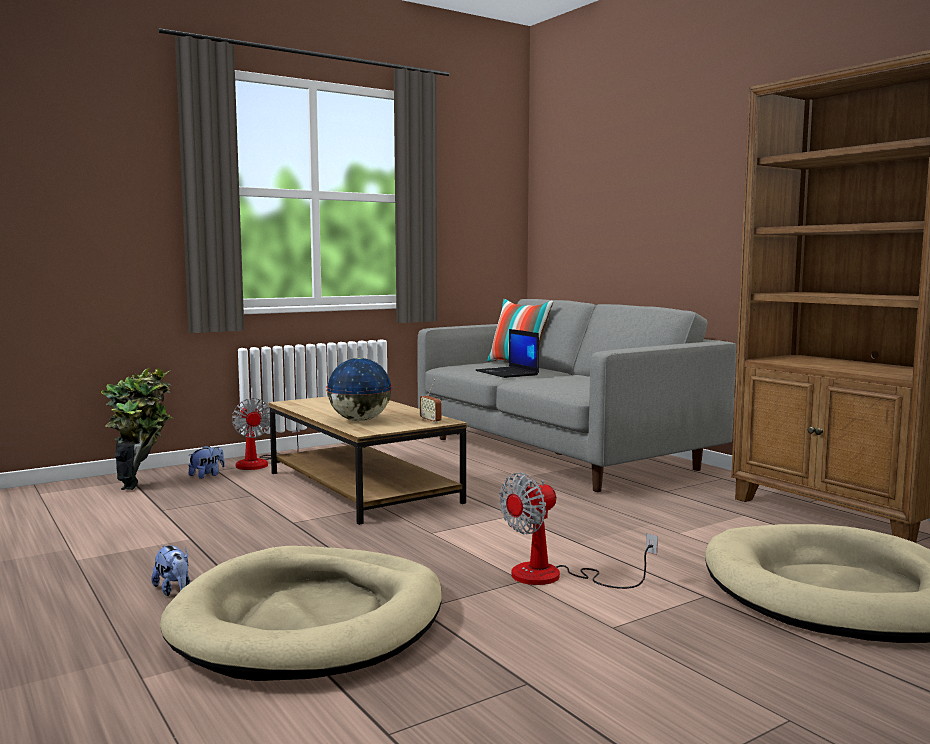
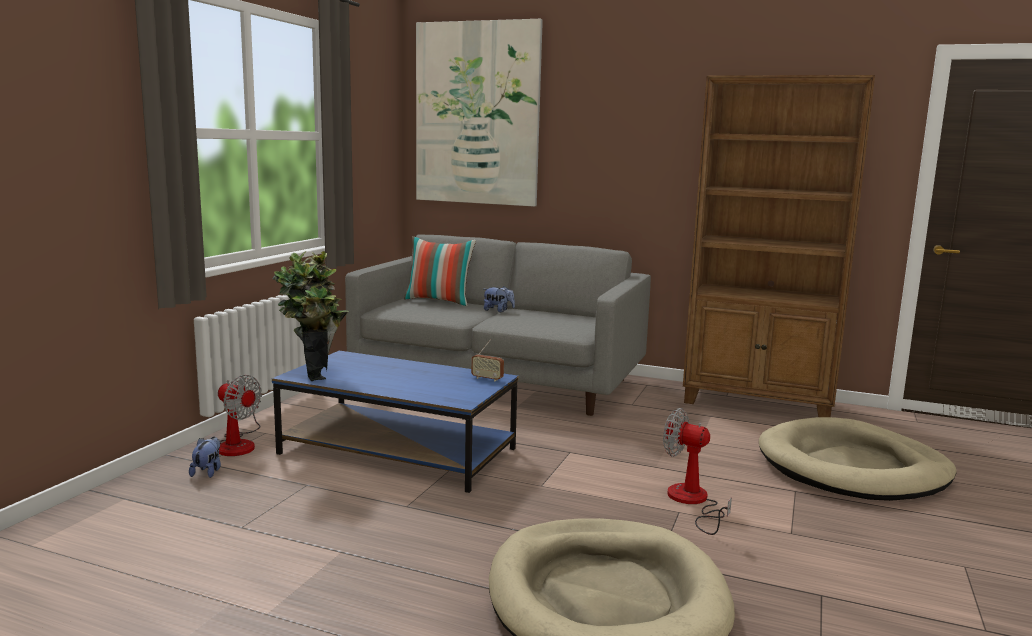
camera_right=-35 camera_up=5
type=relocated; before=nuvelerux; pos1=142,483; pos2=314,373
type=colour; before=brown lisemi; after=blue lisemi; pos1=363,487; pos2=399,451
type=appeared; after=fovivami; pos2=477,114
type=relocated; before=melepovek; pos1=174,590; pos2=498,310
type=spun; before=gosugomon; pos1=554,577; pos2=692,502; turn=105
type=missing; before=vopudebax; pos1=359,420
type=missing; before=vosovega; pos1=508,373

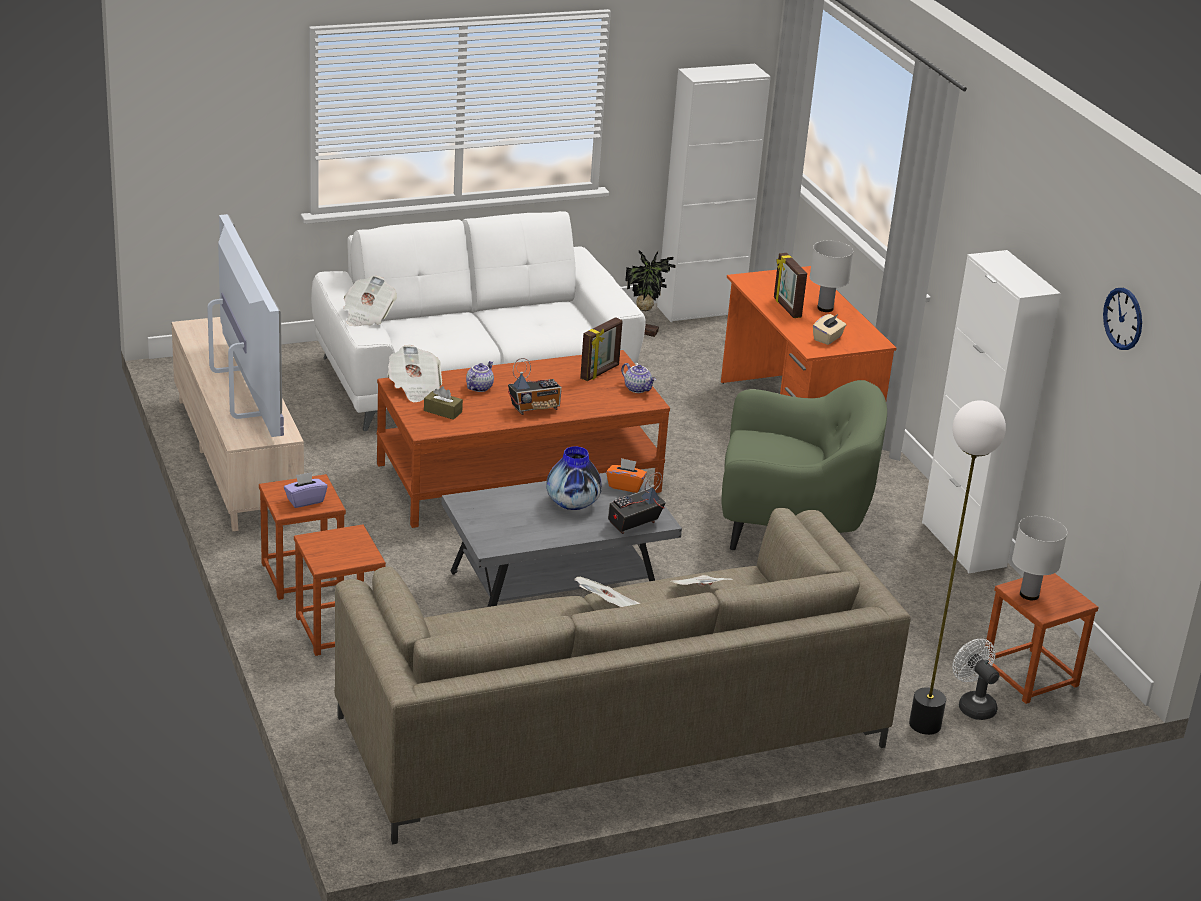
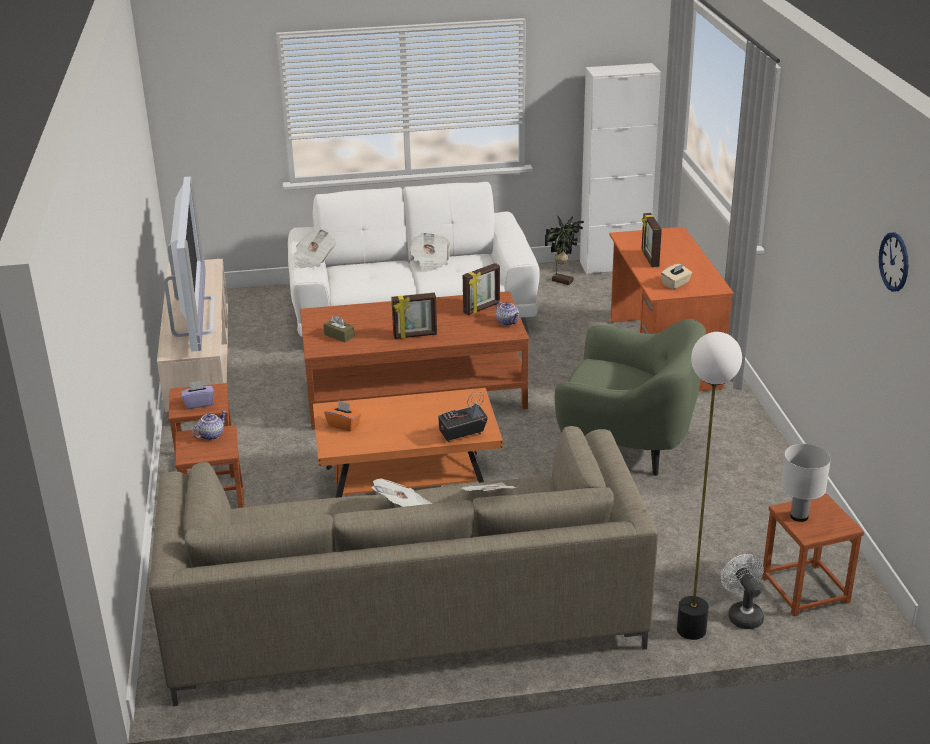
camera_right=15 camera_up=0
type=relocated; before=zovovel; pos1=479,387; pos2=211,435
type=colour; before=grey lisemi; after=orange lisemi; pos1=555,587; pos2=407,485
type=relocated; before=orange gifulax; pos1=625,486; pos2=344,425
type=exchanged; before=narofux; after=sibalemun; pos1=535,408; pos2=415,336
type=relocated; before=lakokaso; pos1=415,388; pos2=430,262
type=missing; before=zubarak; pos1=572,503
type=missing; before=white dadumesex; pos1=825,308
type=missing; before=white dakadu; pos1=963,544

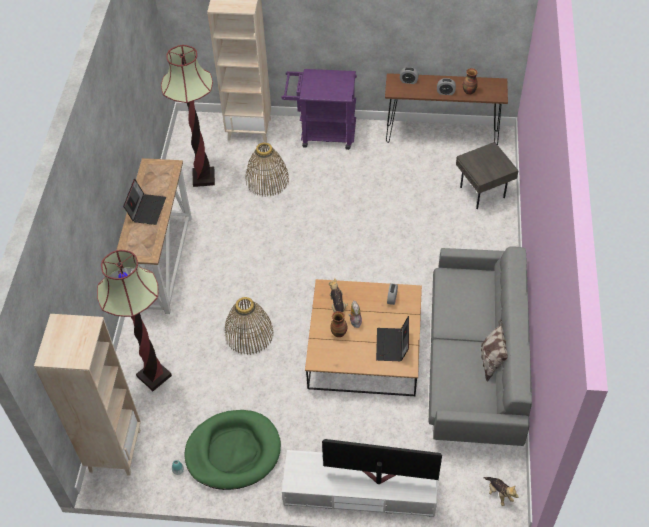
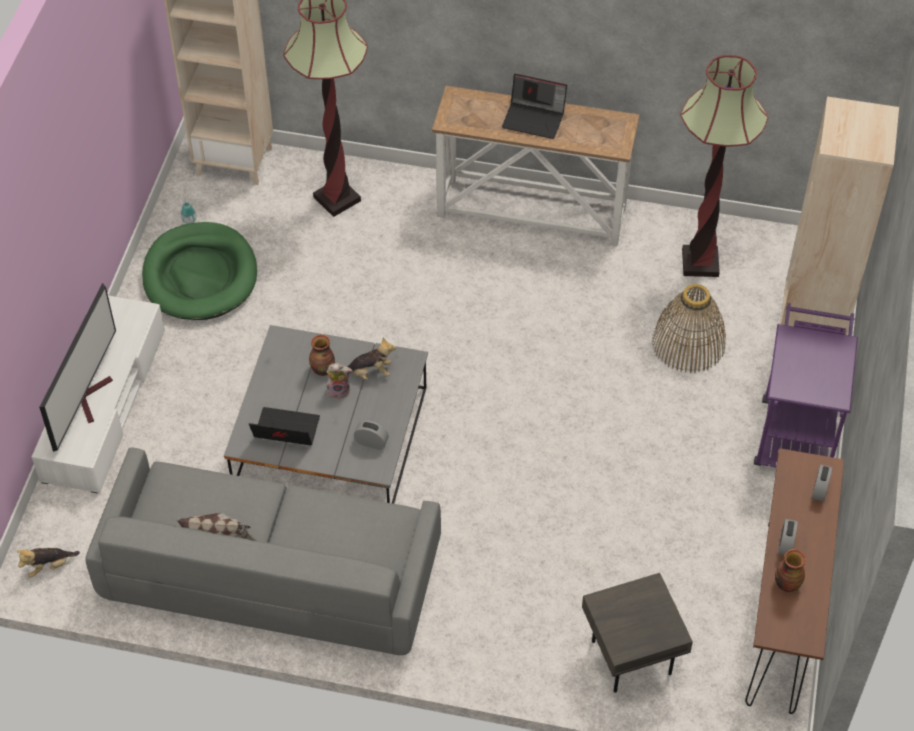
camera_right=95 camera_up=0
type=colour; before=brown lisemi; after=grey lisemi; pos1=364,347; pos2=331,437
type=missing; before=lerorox; pos1=249,334

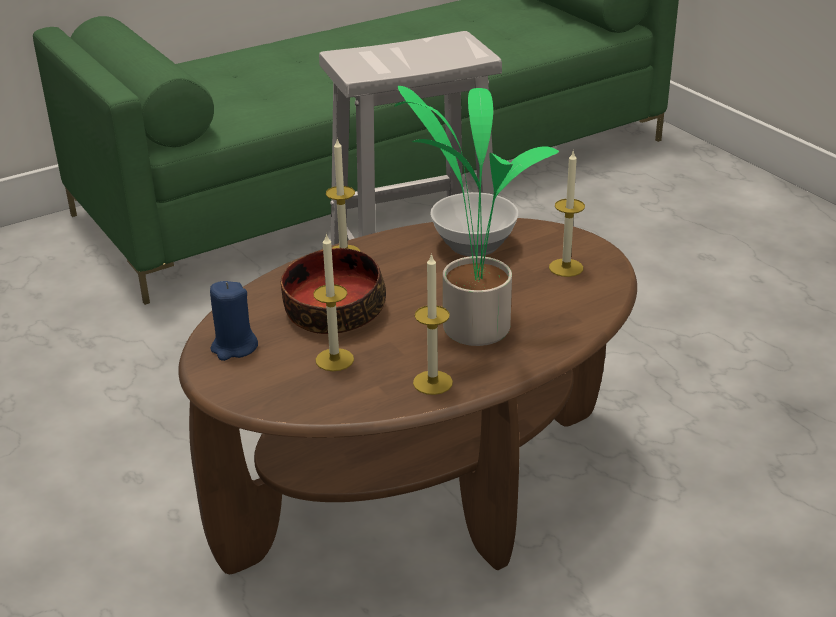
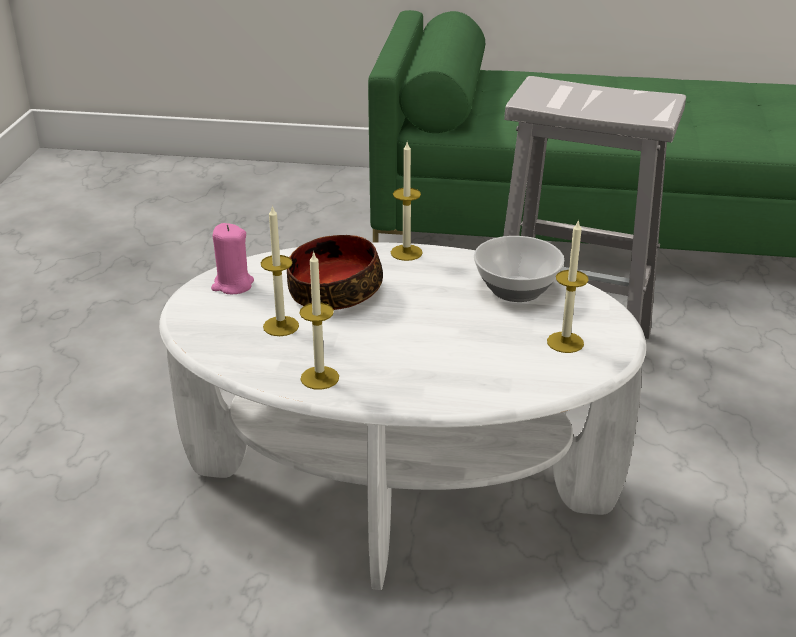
camera_right=40 camera_up=0
type=colour; before=brown lisemi; after=white lisemi; pos1=421,487; pos2=398,492
type=colour; before=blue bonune; after=pink bonune; pos1=234,347; pos2=232,285
type=missing; before=nuvelerux; pos1=472,327

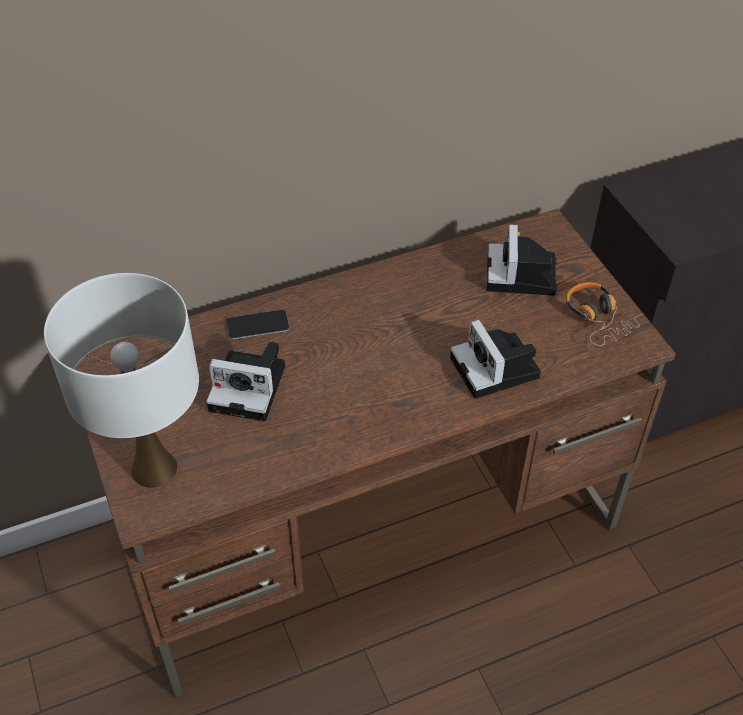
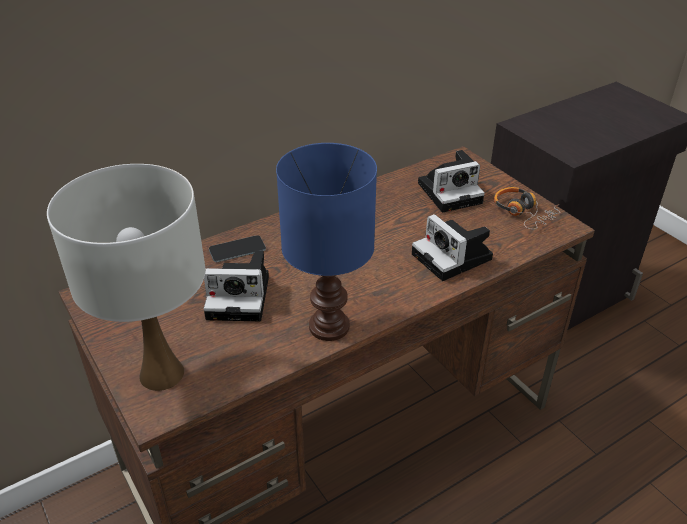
camera_right=-10 camera_up=-10
type=appeared; after=blue dadumesex; pos2=331,326
type=spun; before=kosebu; pos1=521,277; pos2=451,192; turn=-105

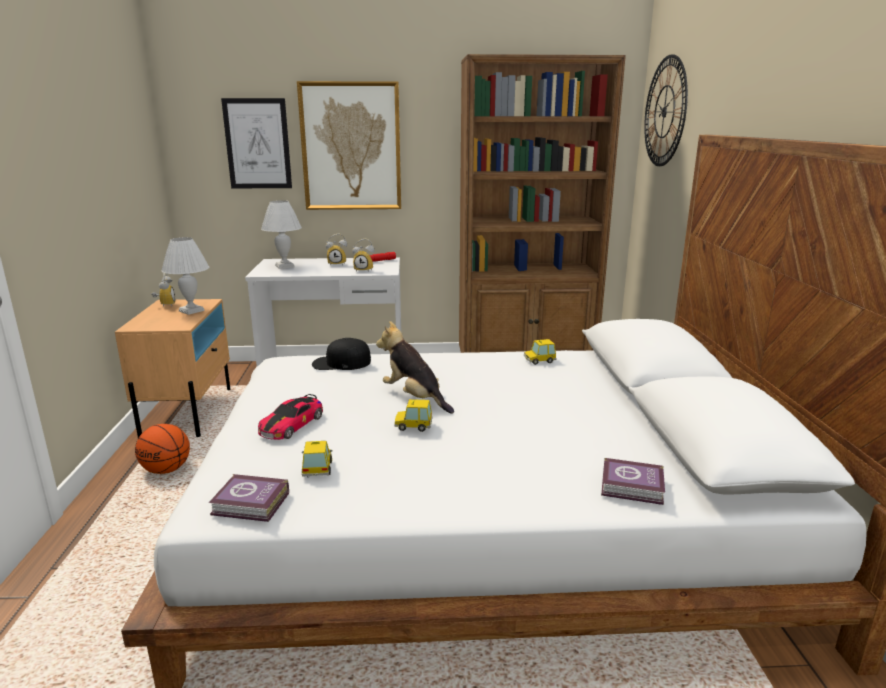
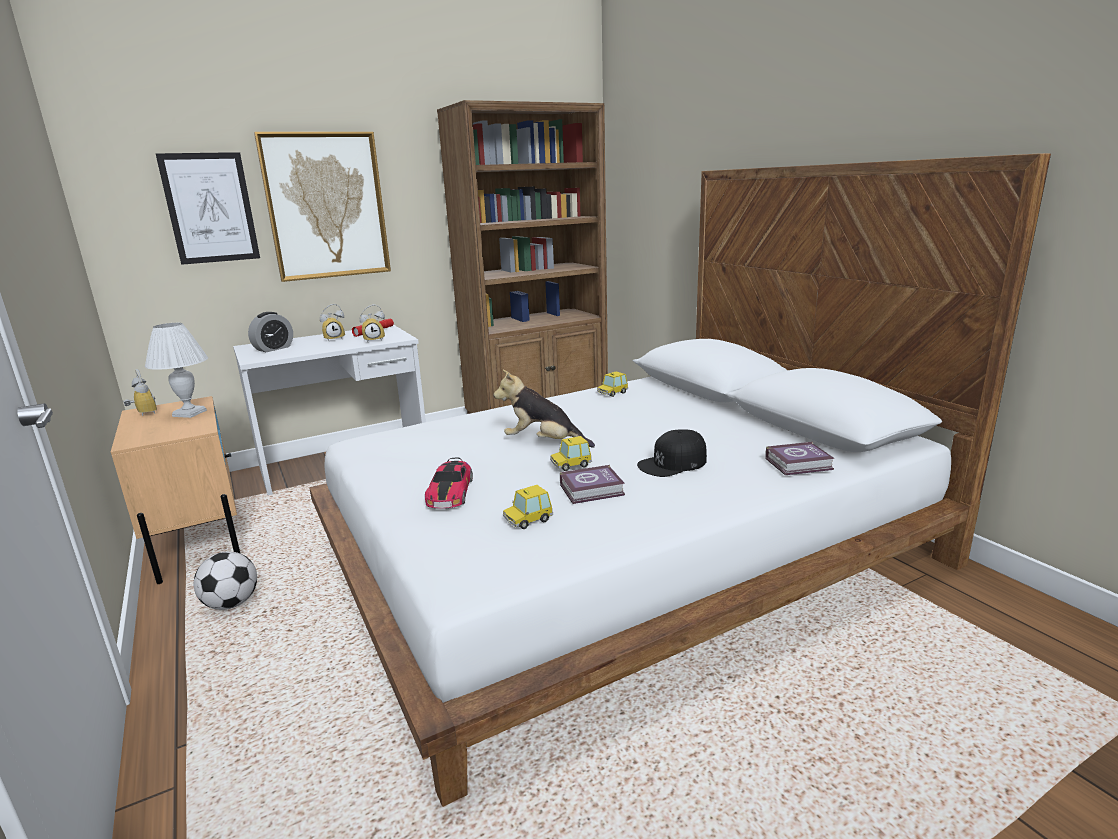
camera_right=-25 camera_up=0
type=exchanged; before=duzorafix; after=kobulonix; pos1=167,470; pos2=232,604
type=exchanged; before=white dadumesex; after=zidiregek; pos1=285,266; pos2=274,348
type=spun; before=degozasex; pos1=317,468; pos2=528,520; turn=-90
type=relocated; before=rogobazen; pos1=252,504; pos2=593,490
type=relocated; before=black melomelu; pos1=341,363; pos2=673,463
type=missing; before=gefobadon; pos1=664,112

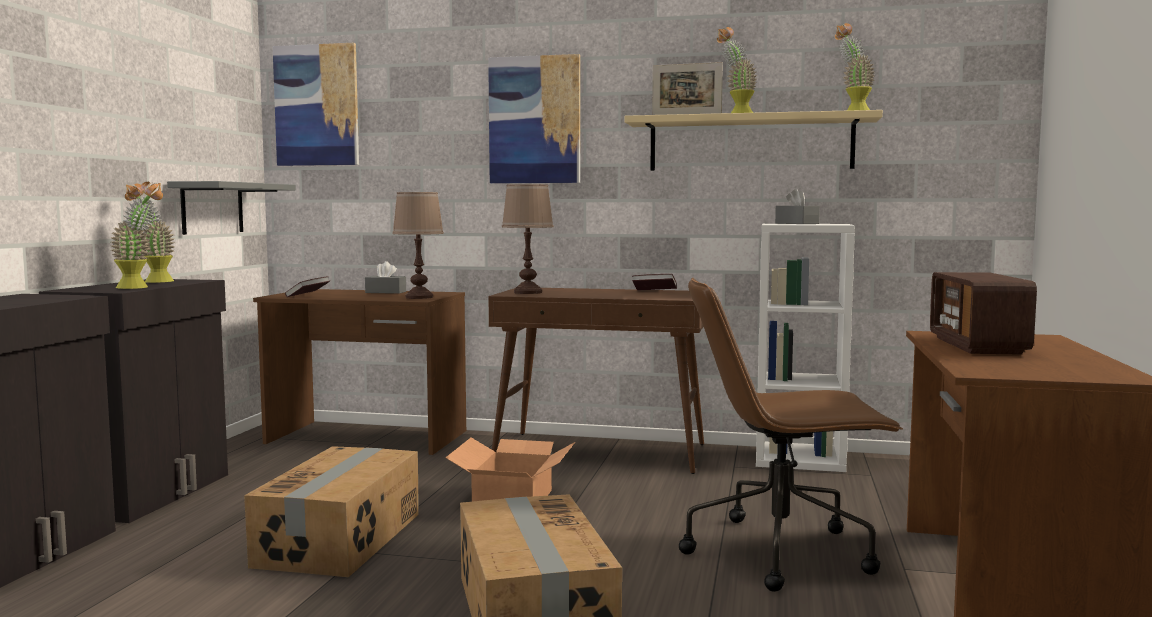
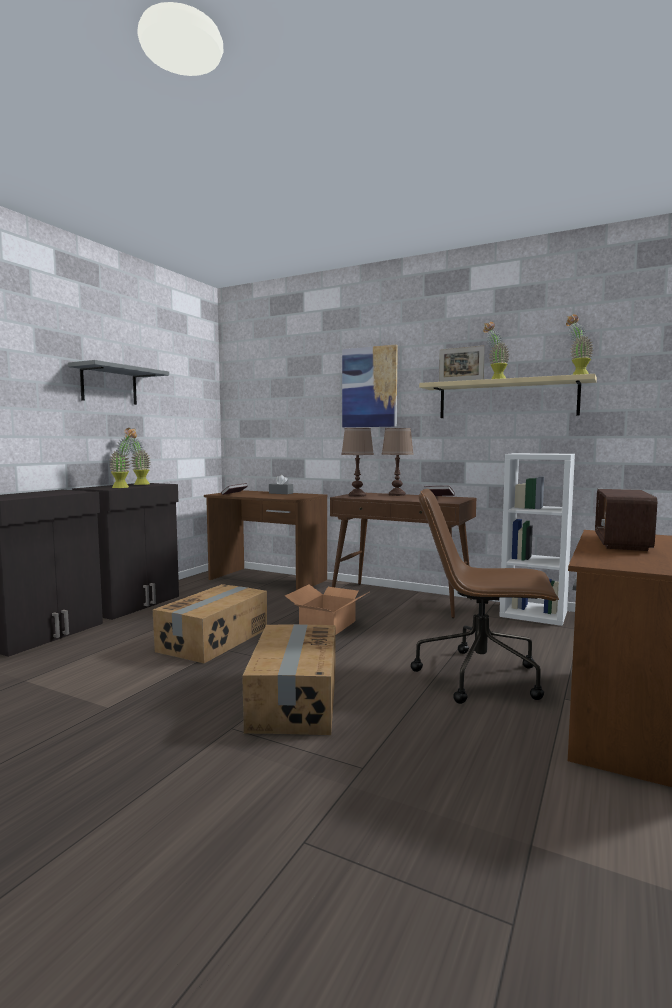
camera_right=15 camera_up=0
type=relocated; before=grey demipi; pos1=212,208; pos2=109,385
type=relocated; before=brown dadumesex; pos1=419,297; pos2=397,495
type=missing; before=fovivami; pos1=317,105
type=missing; before=grey gifulax; pos1=796,223

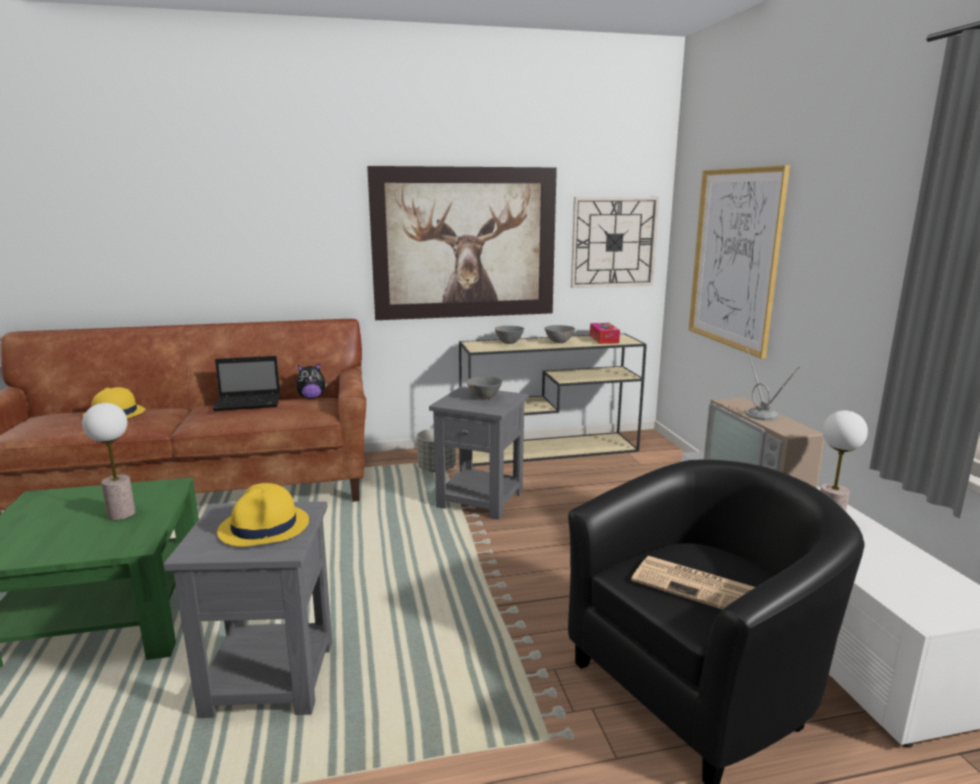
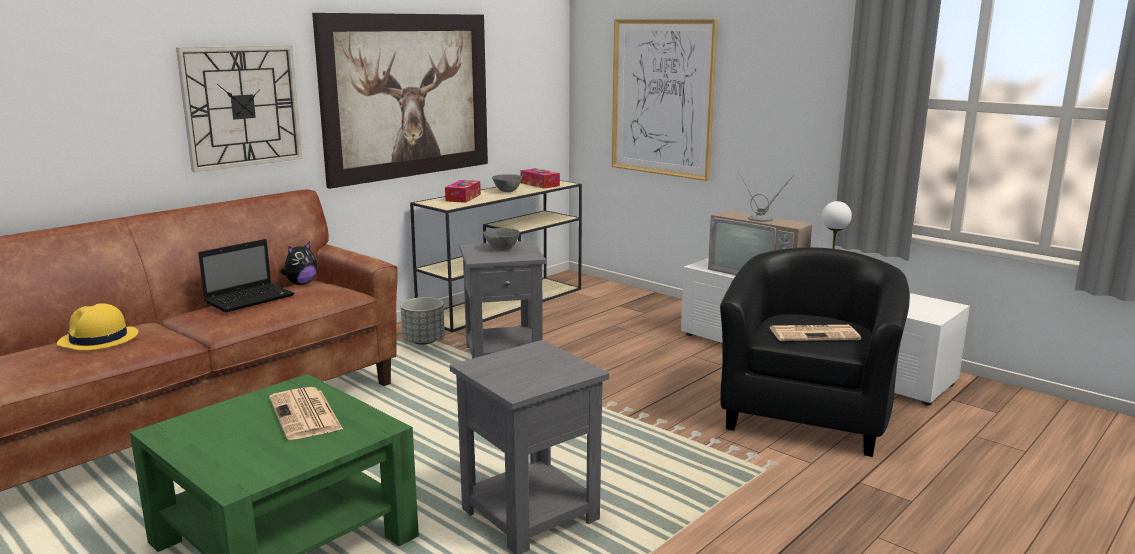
camera_right=-35 camera_up=0
type=relocated; before=gefobadon; pos1=613,242; pos2=242,106
type=exchanged; before=dadumesex; after=lakokaso; pos1=121,514; pos2=306,414
type=exchanged; before=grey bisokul; after=gifulax; pos1=508,343; pos2=463,198
type=missing; before=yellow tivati; pos1=264,527

